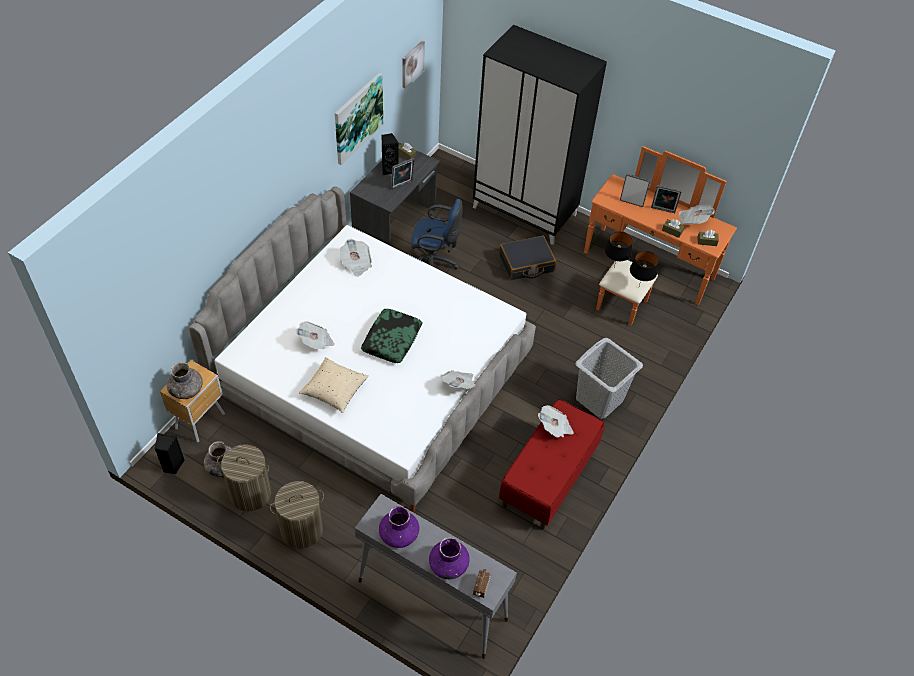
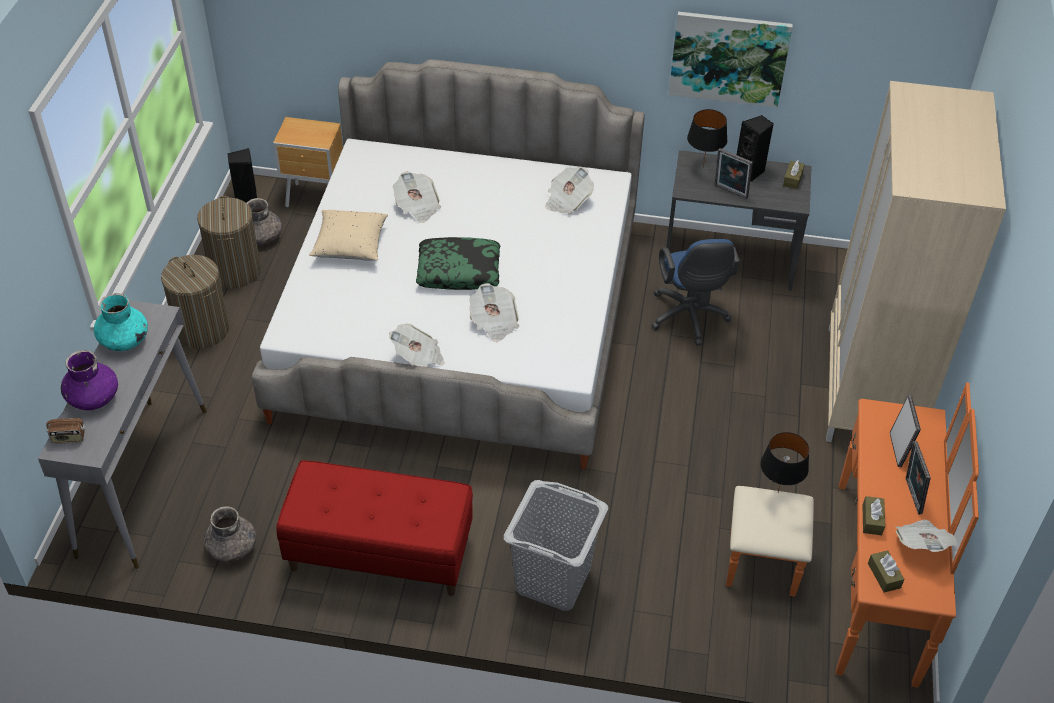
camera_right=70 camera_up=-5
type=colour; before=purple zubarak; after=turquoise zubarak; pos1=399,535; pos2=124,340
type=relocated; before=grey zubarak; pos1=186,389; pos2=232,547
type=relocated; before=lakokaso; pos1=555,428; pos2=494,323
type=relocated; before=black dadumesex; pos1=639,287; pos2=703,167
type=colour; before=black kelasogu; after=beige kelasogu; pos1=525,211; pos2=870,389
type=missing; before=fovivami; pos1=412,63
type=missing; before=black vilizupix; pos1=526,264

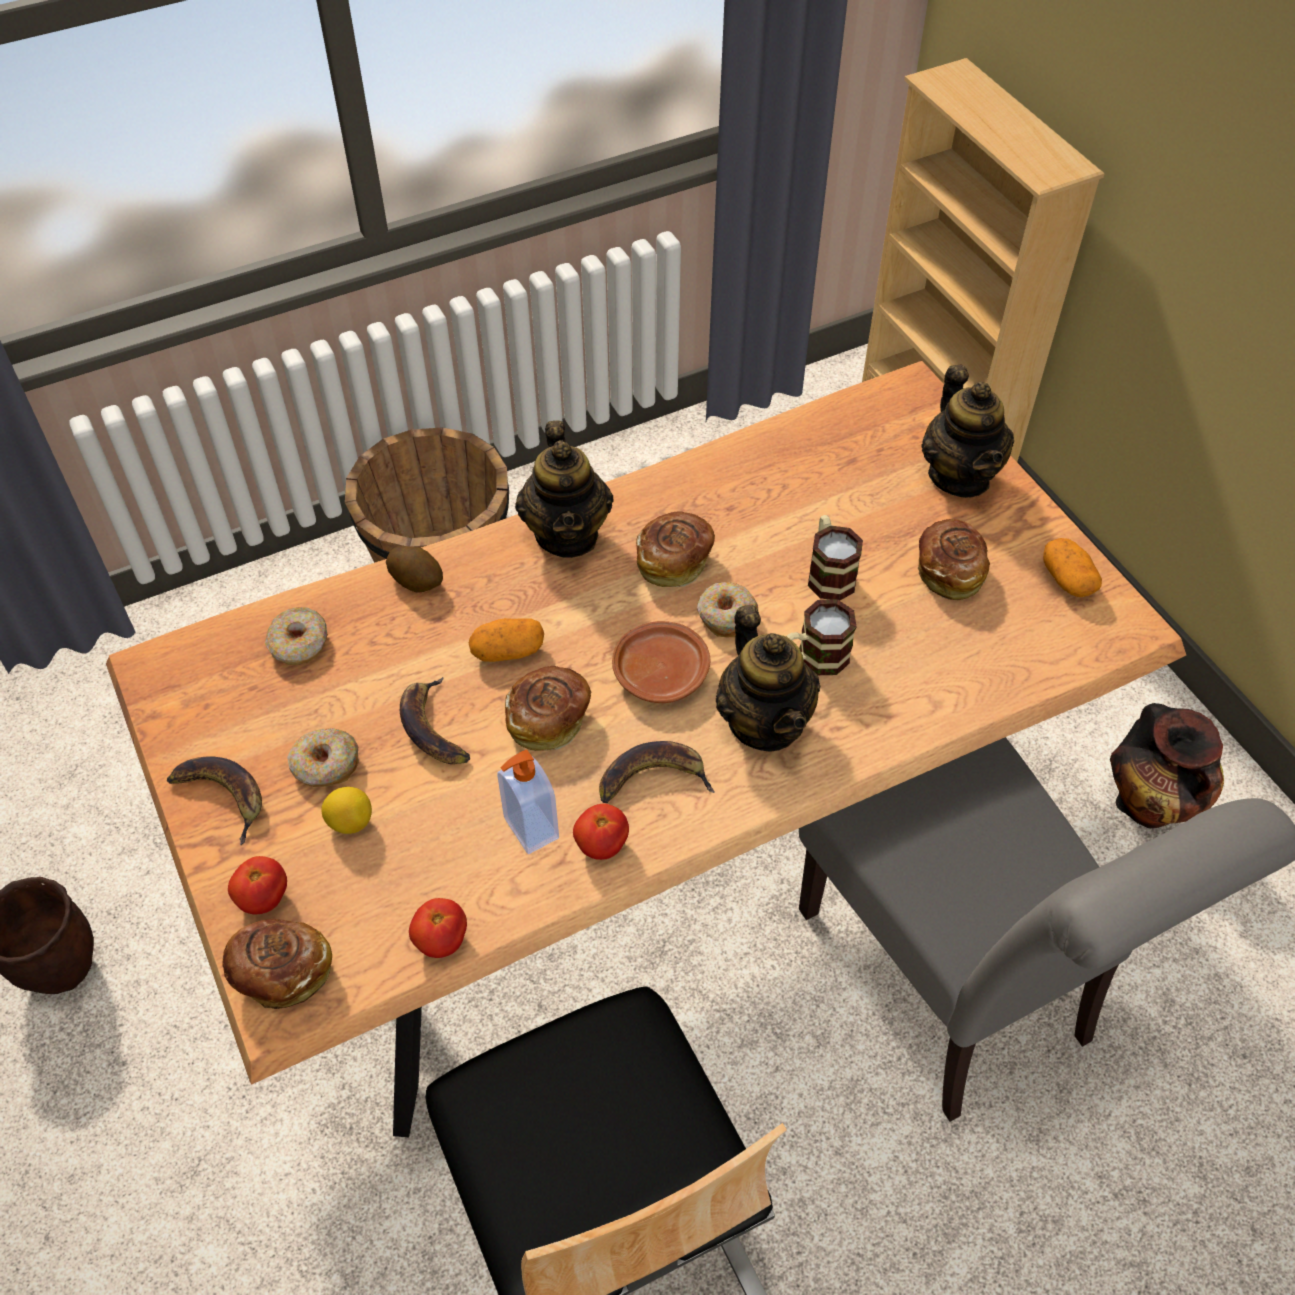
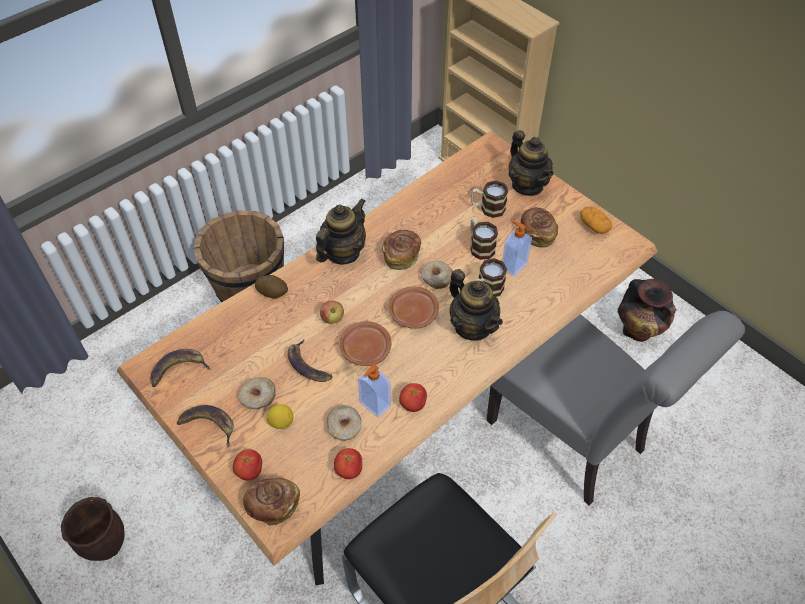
camera_right=-15 camera_up=0
type=relocated; before=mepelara; pos1=653,778; pos2=178,369
type=spun; before=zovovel; pos1=567,534; pos2=342,253; turn=-120
type=exchanged; before=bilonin; after=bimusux; pos1=508,651; pos2=332,319
type=relocated; before=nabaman; pos1=299,644; pos2=344,426
type=exchanged; before=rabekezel; after=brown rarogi; pos1=549,720; pos2=365,348
type=appeared; after=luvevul; pos2=487,208
type=appeared; after=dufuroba; pos2=513,265

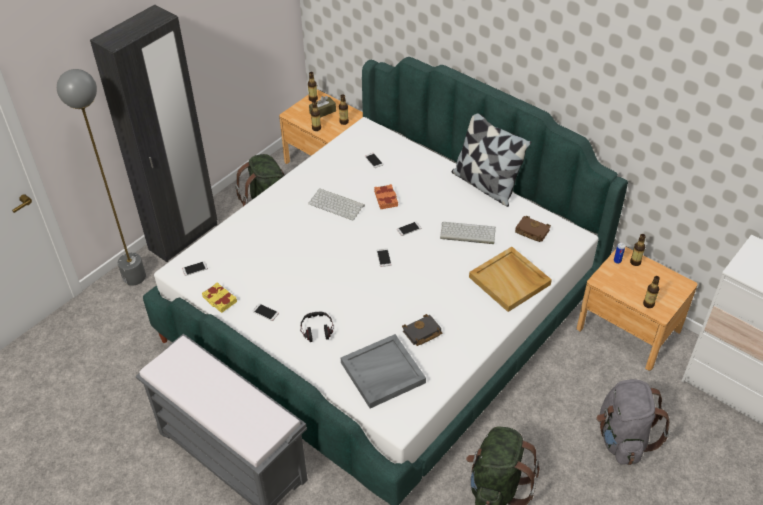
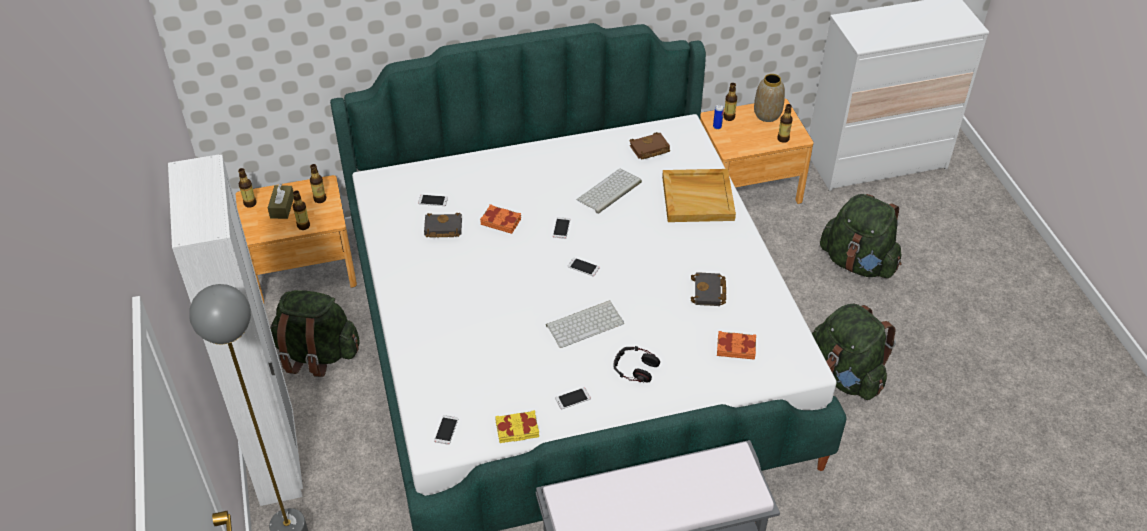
camera_right=-55 camera_up=0
type=colour; before=black kelasogu; after=white kelasogu; pos1=184,237; pos2=278,459
type=appeared; after=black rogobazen; pos2=442,229
type=relocated; before=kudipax; pos1=337,204; pos2=585,323
type=exchanged; before=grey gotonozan; after=orange rogobazen; pos1=382,373; pos2=736,347
type=appeared; after=zubarak; pos2=767,115
type=colour; before=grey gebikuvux; after=green gebikuvux; pos1=623,438; pos2=858,263
type=missing; before=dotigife; pos1=485,185

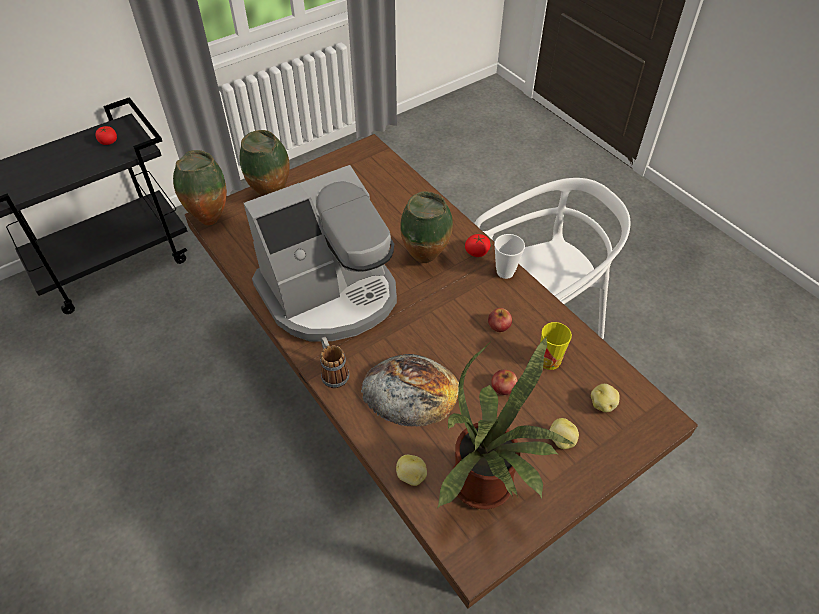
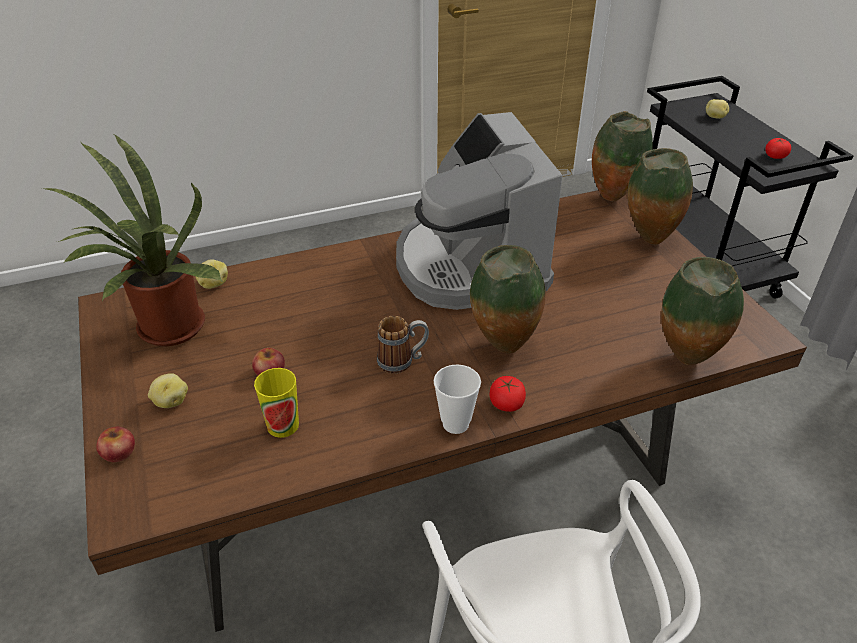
camera_right=105 camera_up=-10
type=relocated; before=bimusux; pos1=499,325; pos2=119,452
type=relocated; before=luvevul; pos1=333,372; pos2=402,361
type=appeared; after=zubarak; pos2=686,361
type=relocated; before=bilonin; pos1=603,404; pos2=715,117
type=missing; before=rabekezel; pos1=410,389

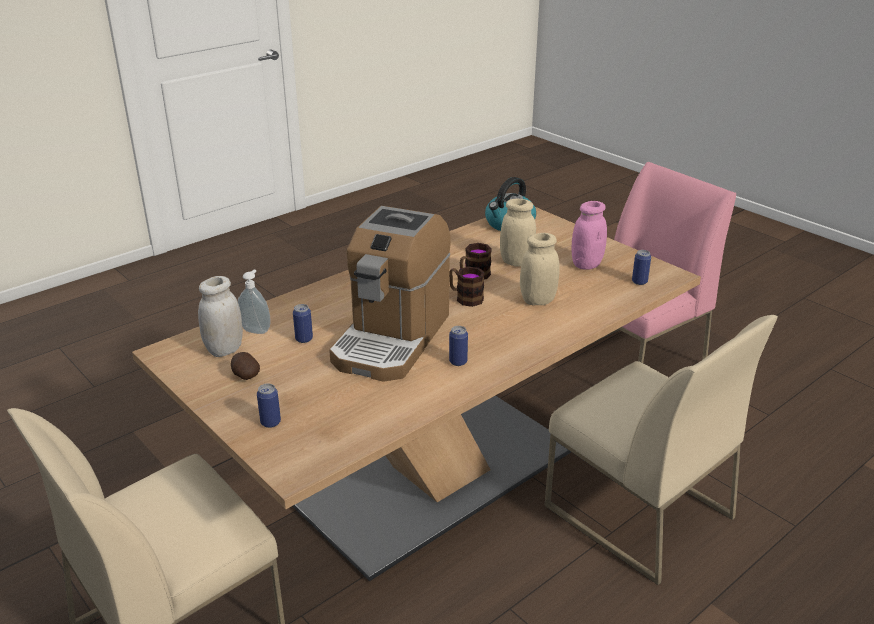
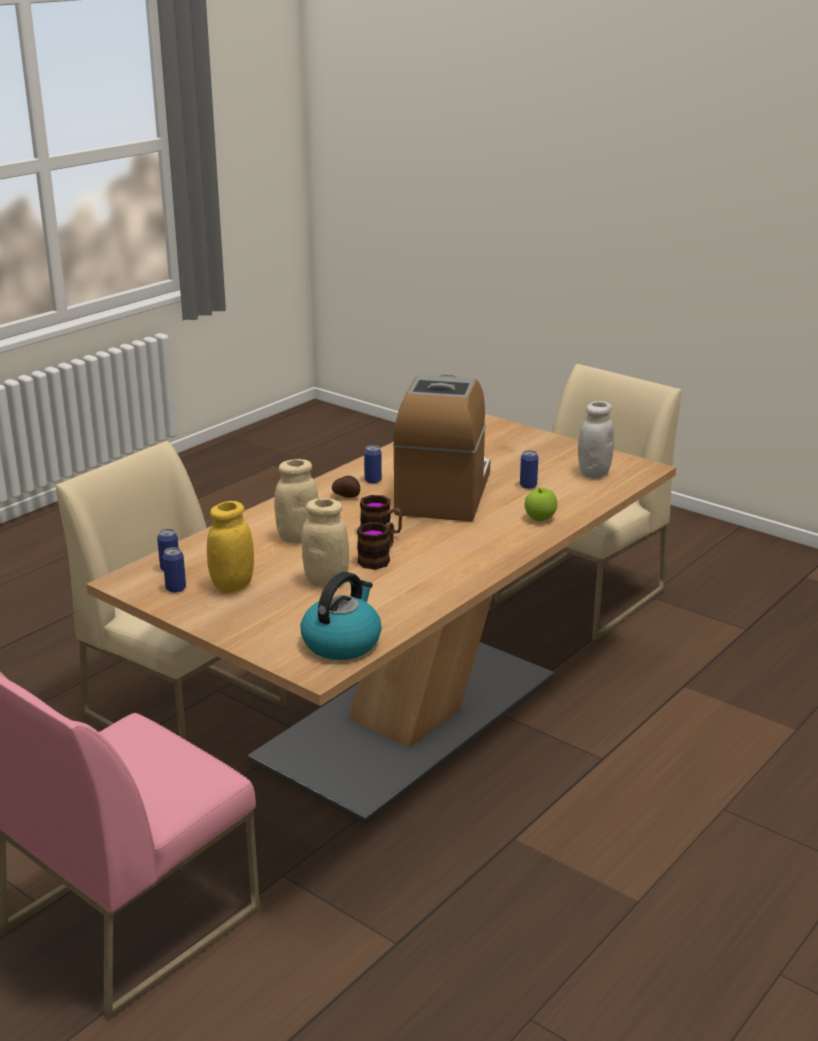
camera_right=170 camera_up=-5
type=relocated; before=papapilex; pos1=270,422; pos2=176,588
type=colour; before=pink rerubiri; after=yellow rerubiri; pos1=586,264; pos2=233,586
type=relocated; before=bilonin; pos1=245,375; pos2=347,496
type=appeared; after=bimusux; pos2=540,519
type=missing; before=dufuroba; pos1=256,330

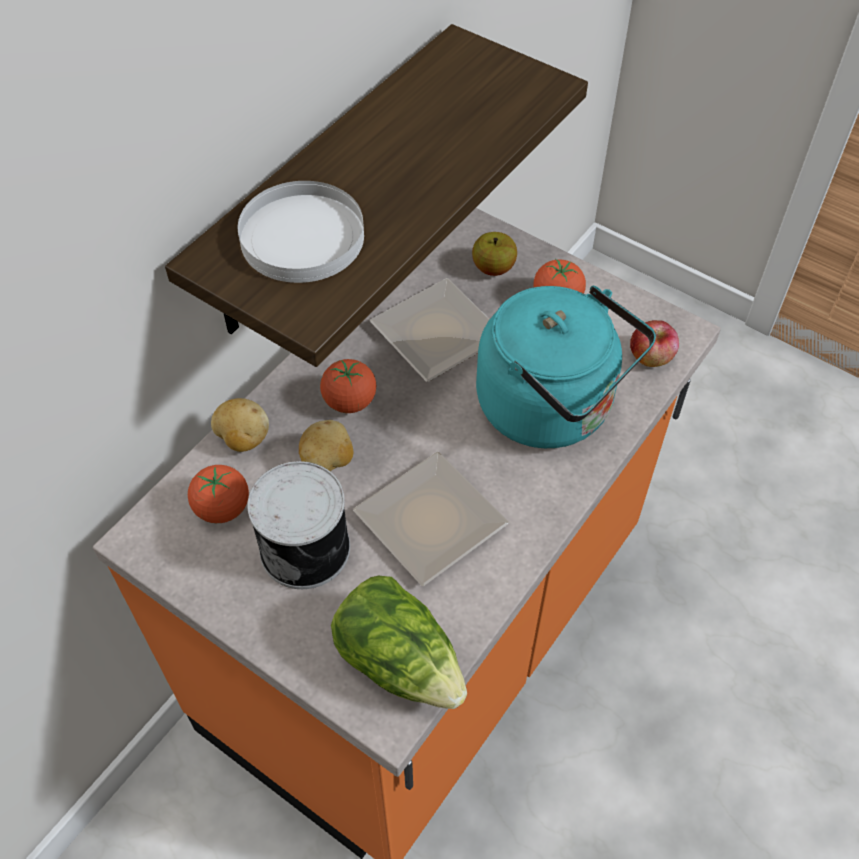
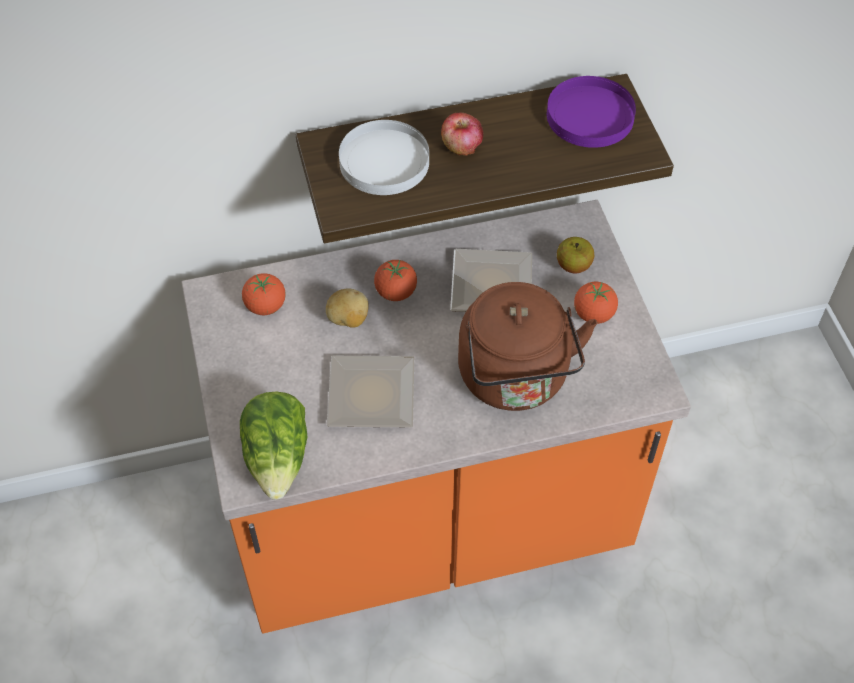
camera_right=40 camera_up=0
type=relocated; before=bimusux; pos1=651,357; pos2=461,147
type=colour; before=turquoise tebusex; after=brown tebusex; pos1=552,408; pos2=516,380
type=appeared; after=purple rarogi; pos2=589,115
type=missing; before=bilonin; pos1=243,438
type=missing; before=papapilex; pos1=307,547

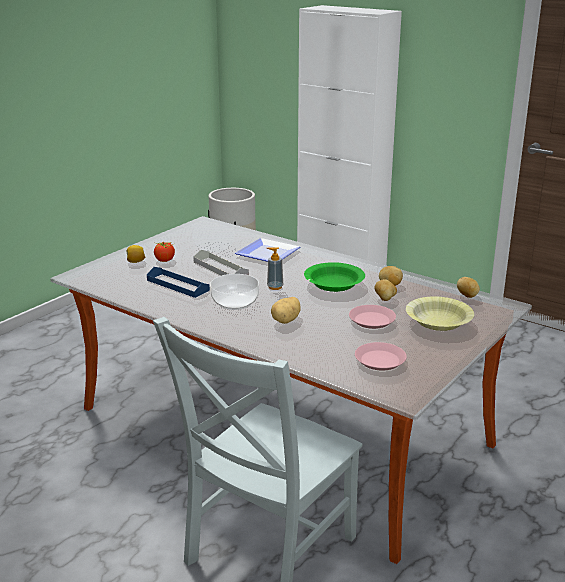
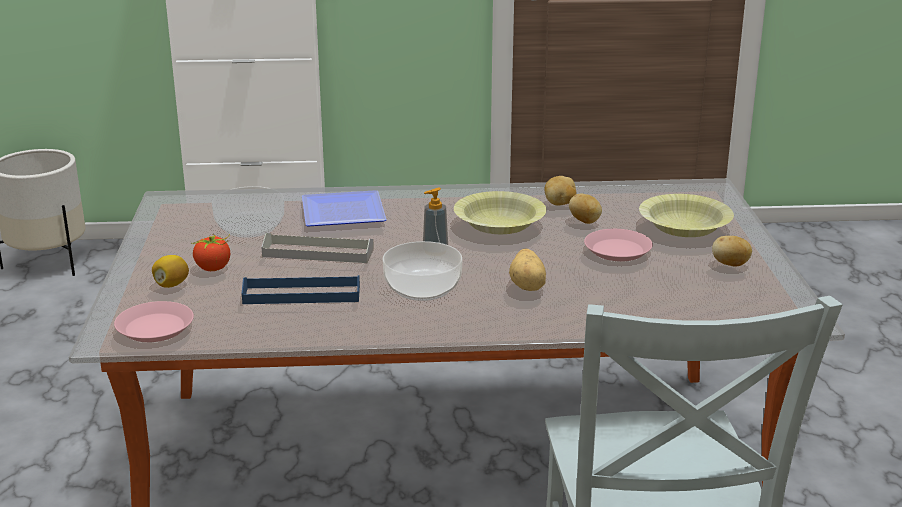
camera_right=-40 camera_up=0
type=relocated; before=pink rarogi; pos1=380,360; pos2=155,328
type=colour; before=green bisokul; after=yellow bisokul; pos1=334,285; pos2=499,225
type=relocated; before=bilonin; pos1=467,296; pos2=730,264

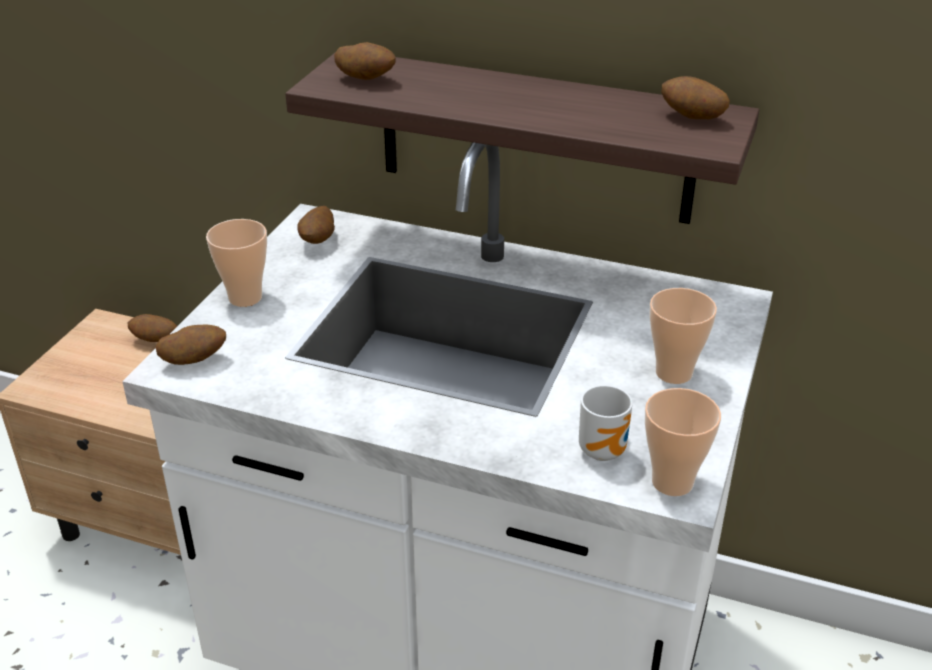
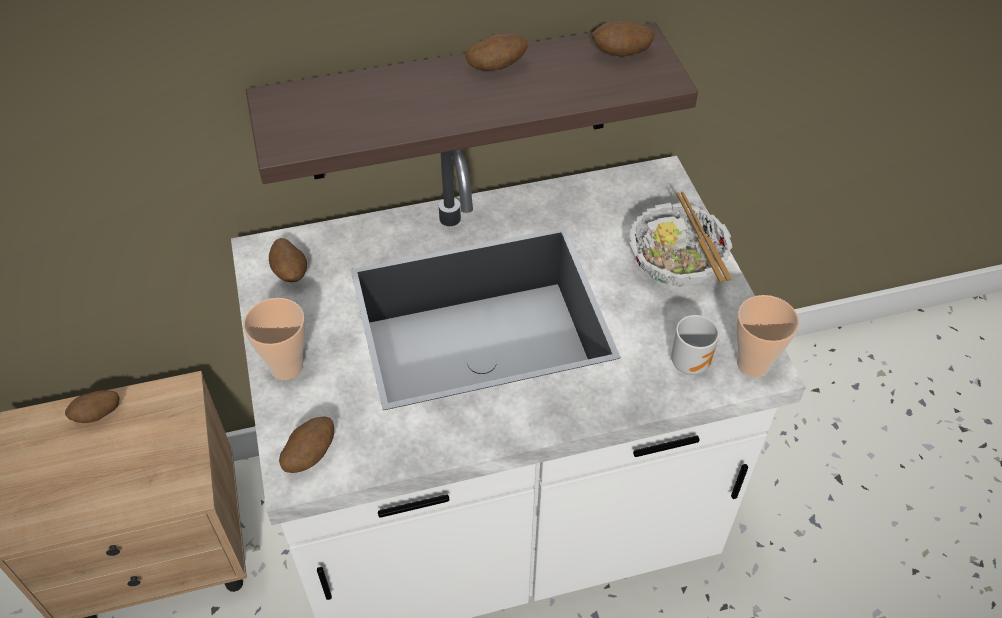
camera_right=-35 camera_up=15
type=relocated; before=bilonin; pos1=366,79; pos2=496,67
type=exchanged; before=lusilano; after=bisokul; pos1=673,373; pos2=676,267

